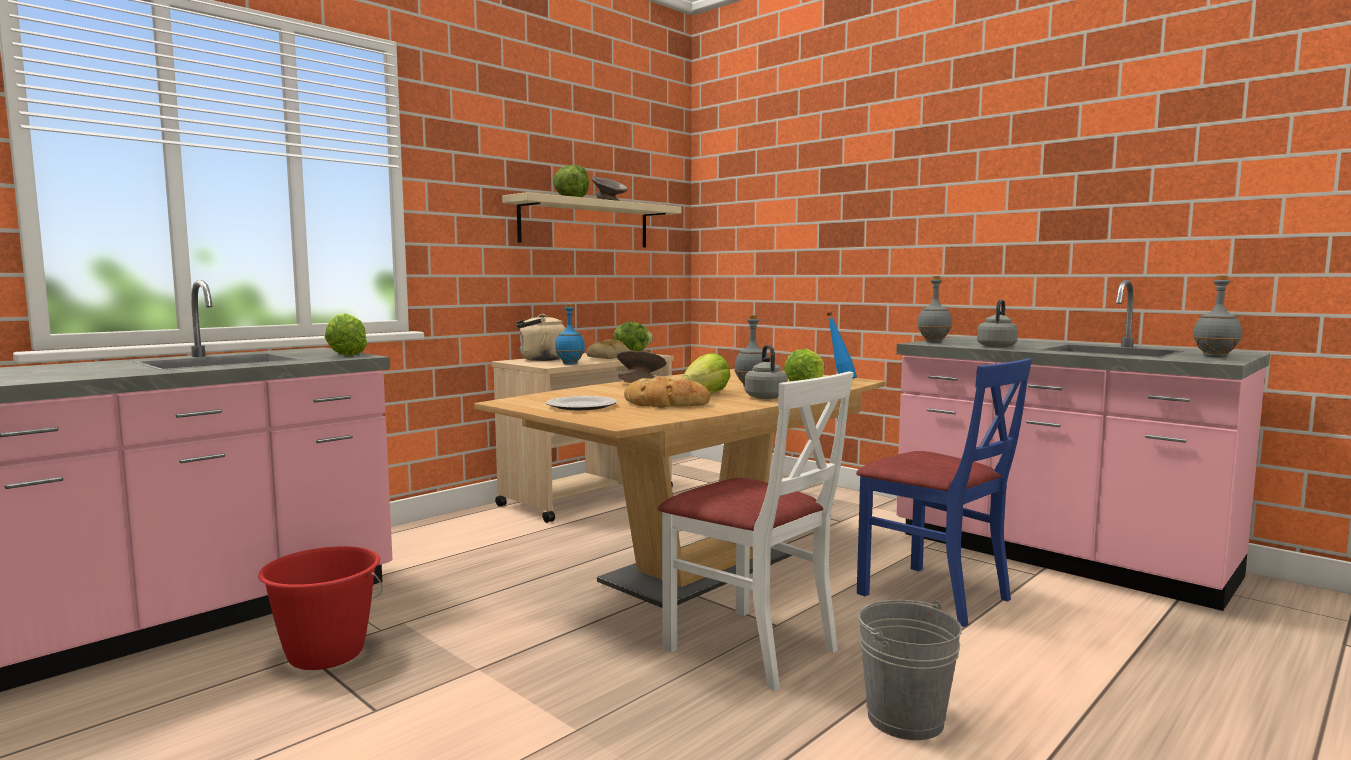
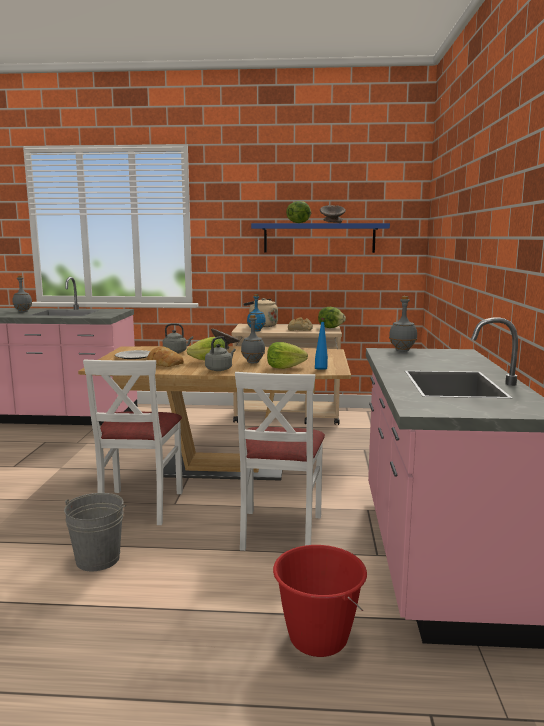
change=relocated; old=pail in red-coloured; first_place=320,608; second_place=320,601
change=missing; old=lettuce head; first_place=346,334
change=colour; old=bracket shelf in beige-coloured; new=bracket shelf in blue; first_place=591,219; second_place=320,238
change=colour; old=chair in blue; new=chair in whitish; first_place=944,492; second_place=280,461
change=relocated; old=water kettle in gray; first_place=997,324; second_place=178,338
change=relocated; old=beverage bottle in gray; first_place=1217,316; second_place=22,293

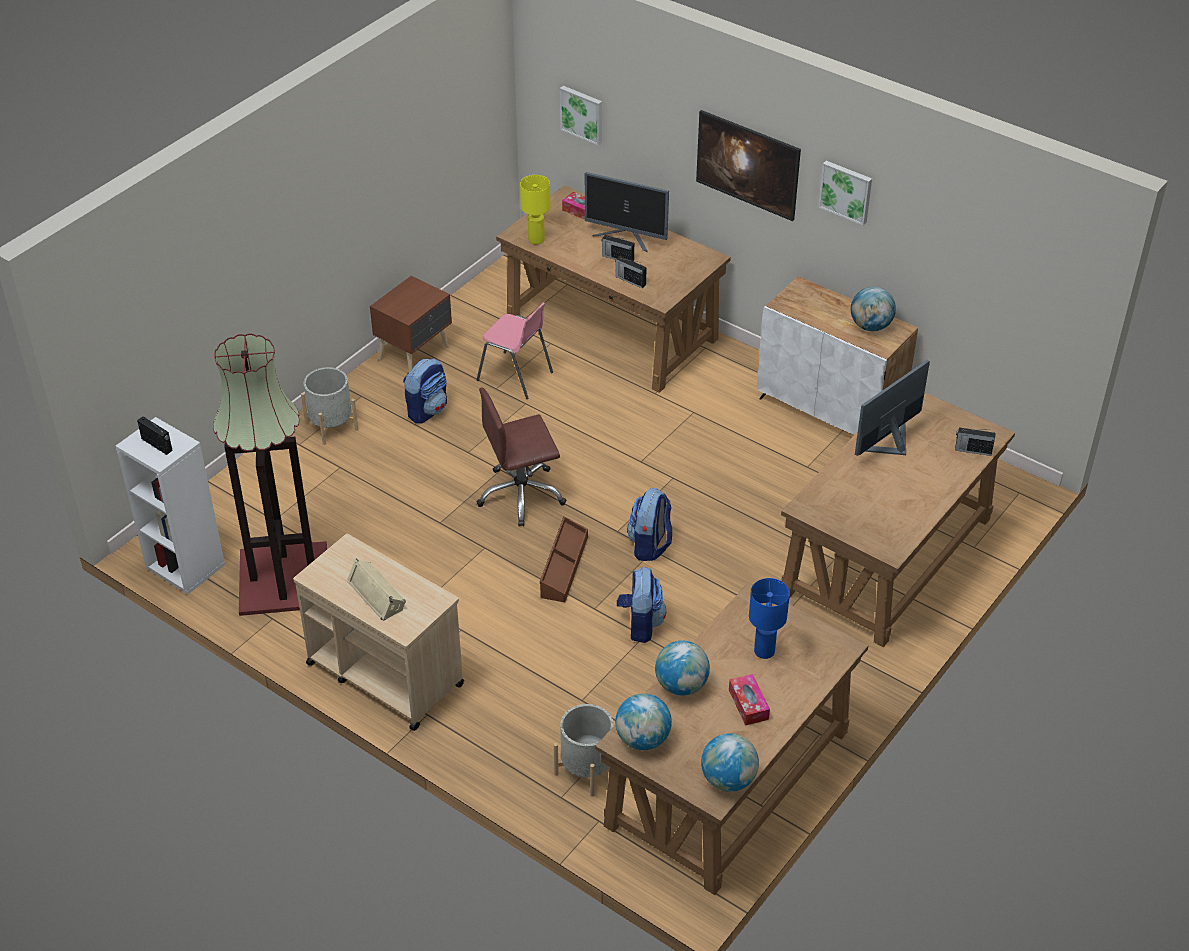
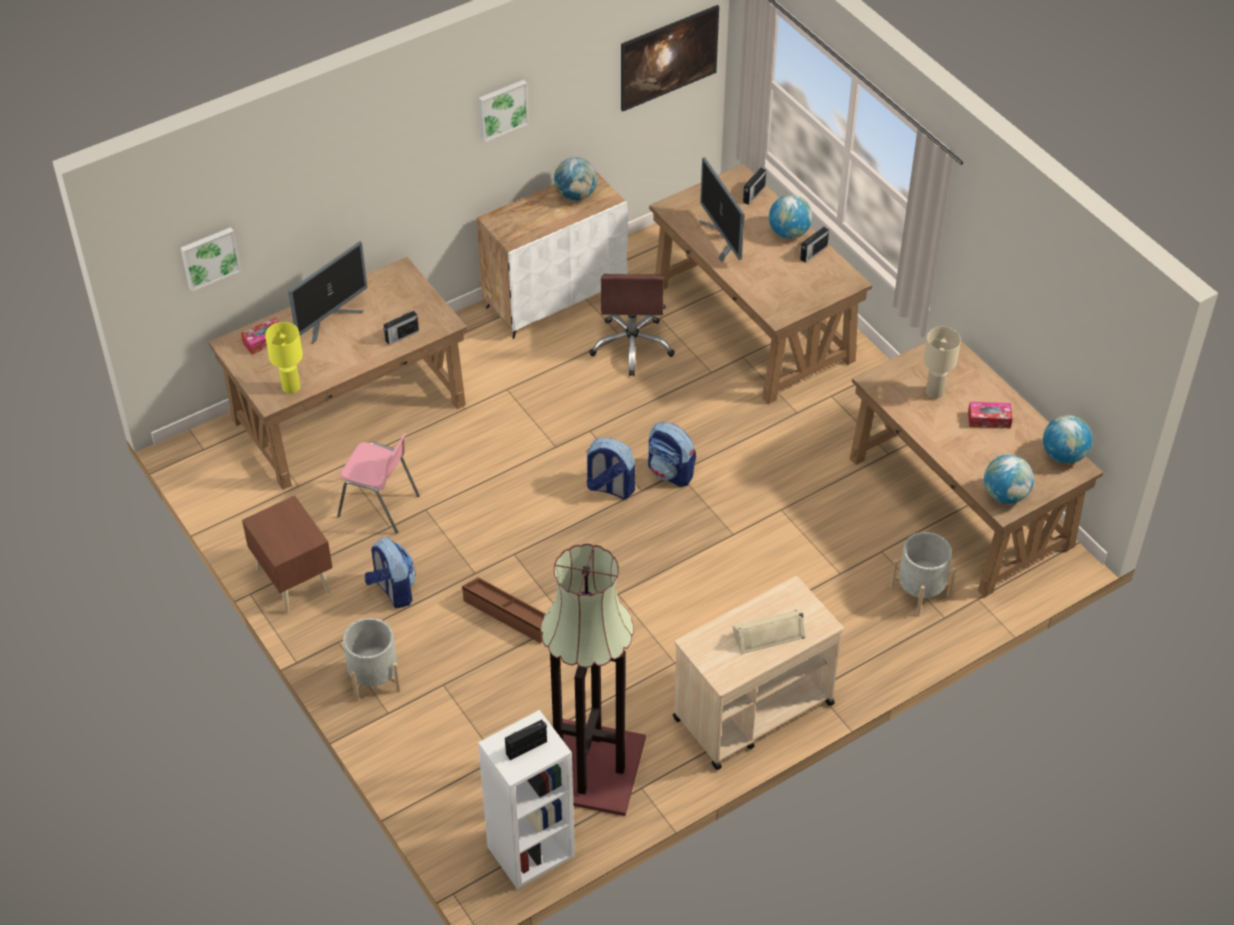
change=spun; old=chair in pink-coloured; first_place=514,350; second_place=378,483; degrees=60
change=relocated; old=computer chair in brown-coloured; first_place=521,457; second_place=632,325
change=relocated; old=storage bin in brown-coloured; first_place=564,559; second_place=503,610
change=relocated; old=radio set; first_place=618,248; second_place=814,244
change=relocated; old=backpack; first_place=641,605; second_place=610,468
change=relocated; old=desk globe; first_place=682,668; second_place=791,217
change=relocated; old=wall picture; first_place=748,165; second_place=670,58
change=colour; old=lamp for a table in blue; new=lamp for a table in beige-coloured; first_place=769,618; second_place=942,363

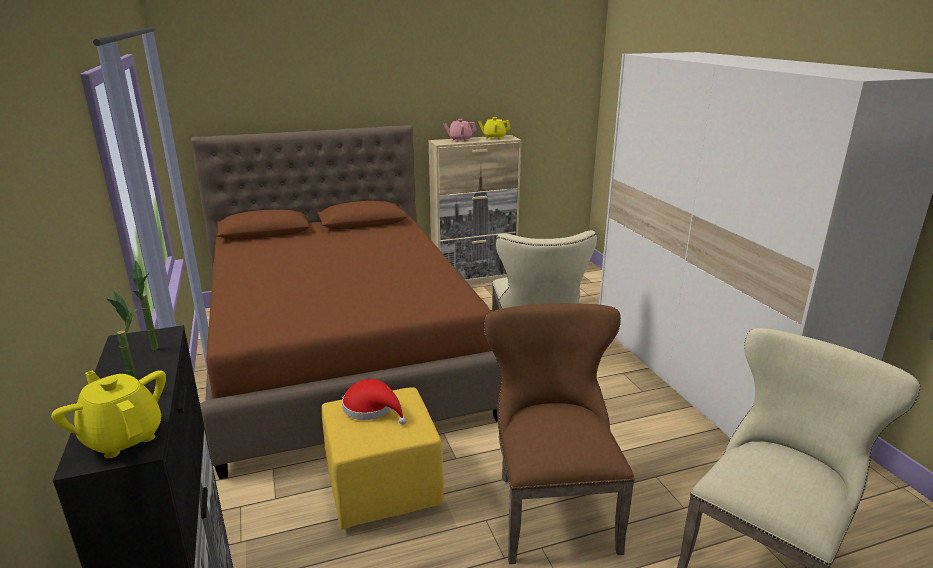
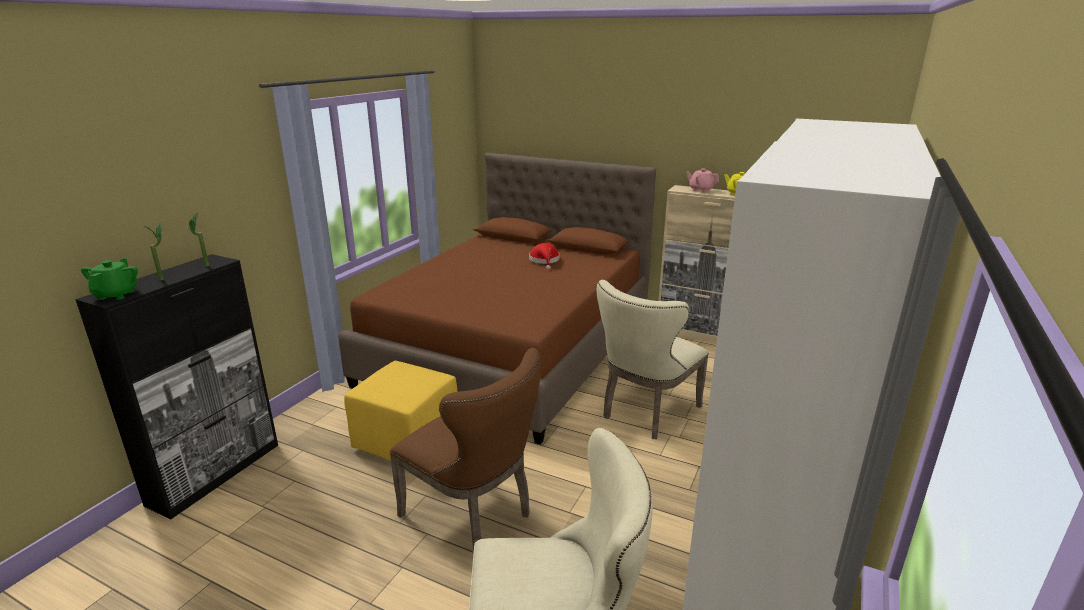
change=colour; old=teapot in yellowish; new=teapot in greenish; first_place=108,414; second_place=109,279
change=relocated; old=wearable hat in red-coloured; first_place=374,402; second_place=544,256
change=spun; old=chair in brown-coloured; first_place=559,433; second_place=465,450; degrees=90

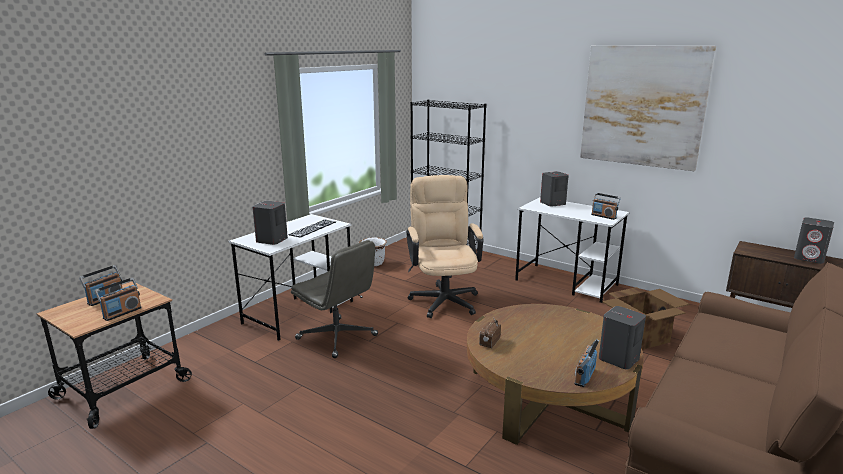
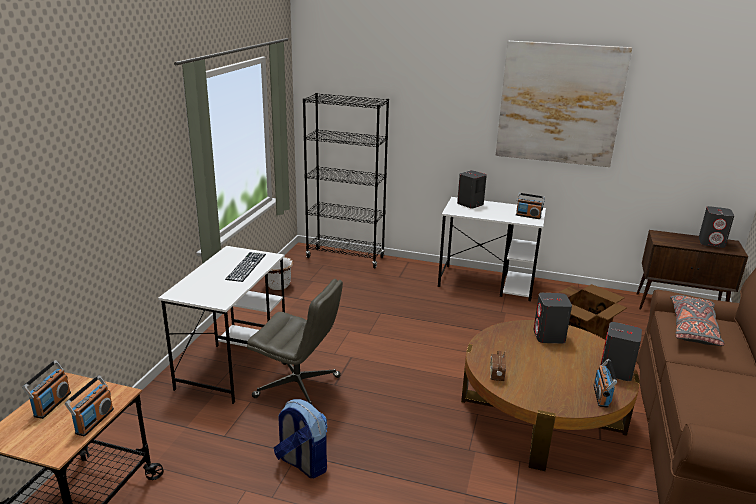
change=relocated; old=speaker in gray; first_place=270,223; second_place=552,318
change=missing; old=computer chair in beige-coloured; first_place=444,246
change=appeared; new=backpack; second_place=300,438
change=appeared; new=cushion in gray; second_place=697,320

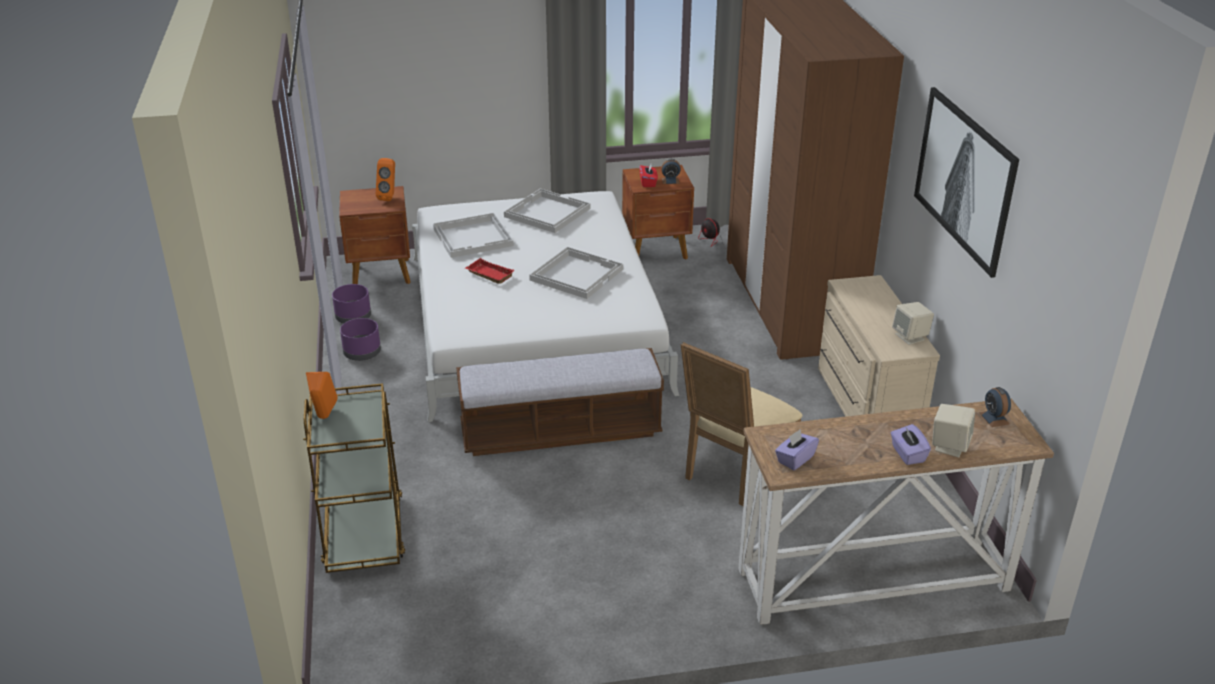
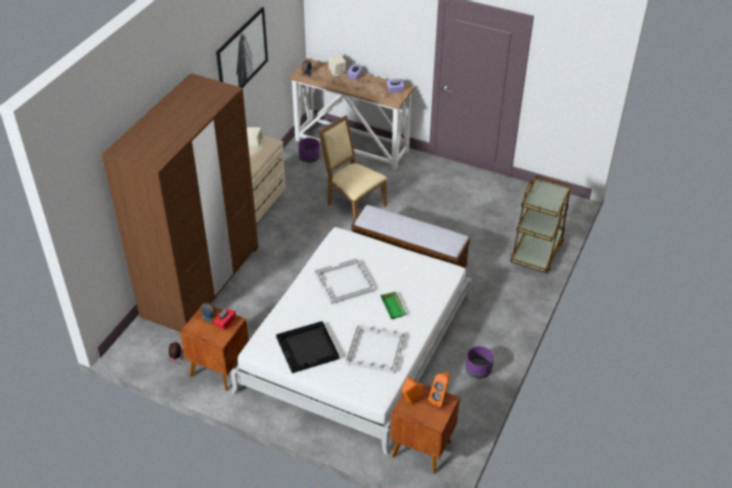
change=relocated; old=speaker in orangey; first_place=322,395; second_place=439,389
change=relocated; old=flower pot in purplish; first_place=351,303; second_place=309,150
change=colour; old=carrying tray in red-coloured; new=carrying tray in greenish; first_place=489,271; second_place=393,306
change=colour; old=carrying tray in whitish; new=carrying tray in blackish; first_place=547,210; second_place=308,347
change=spun; old=chair in beige-coloured; first_place=741,424; second_place=353,168; degrees=-120

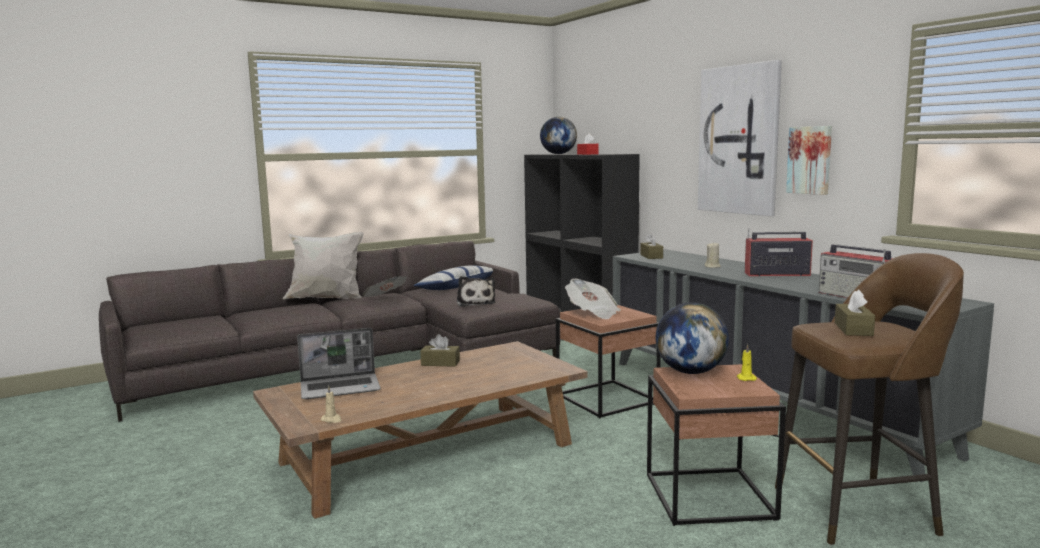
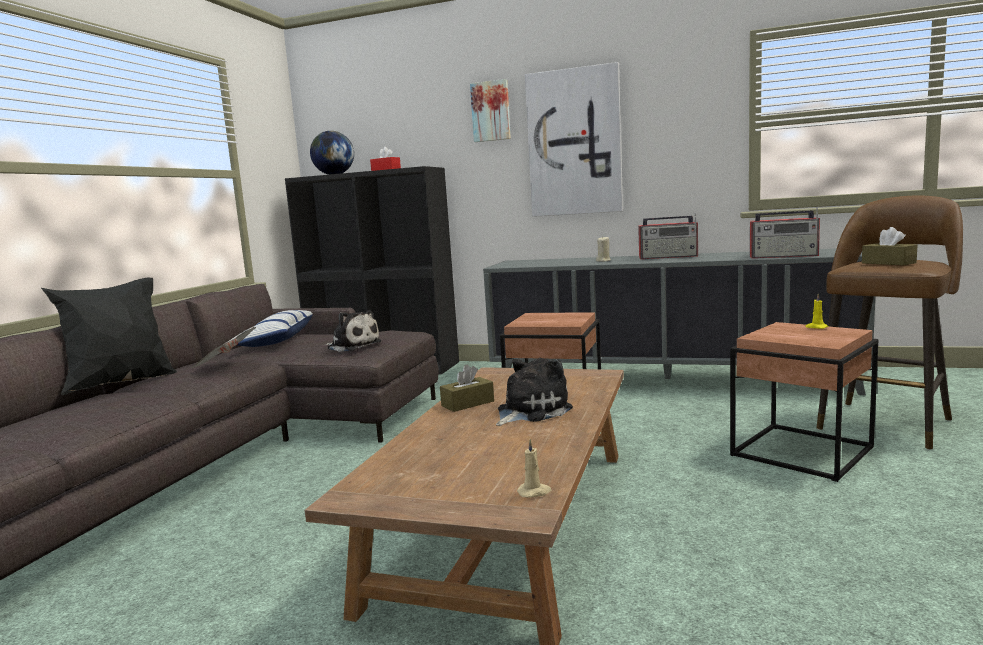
change=colour; old=cushion in whitish; new=cushion in blackish; first_place=323,265; second_place=109,336
change=missing; old=notebook computer; first_place=339,363
change=missing; old=printed paper; first_place=592,299
change=missing; old=tissue holder in brown-coloured; first_place=651,246
change=missing; old=desk globe; first_place=692,338
change=spun; old=radio set; first_place=779,252; second_place=668,236; degrees=-135
change=relocated; old=wall picture; first_place=809,160; second_place=490,110
change=appeared; new=soft toy; second_place=534,392

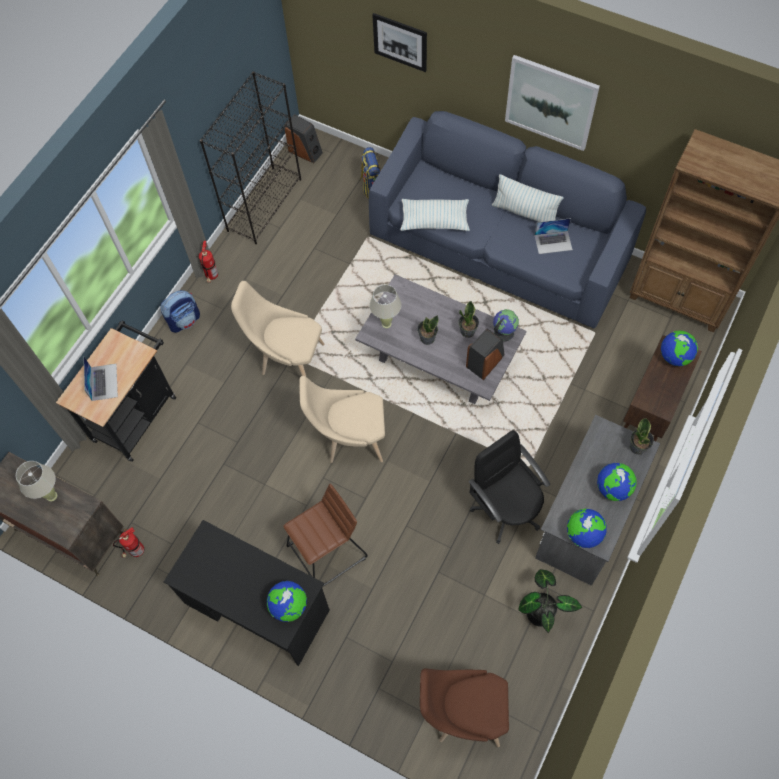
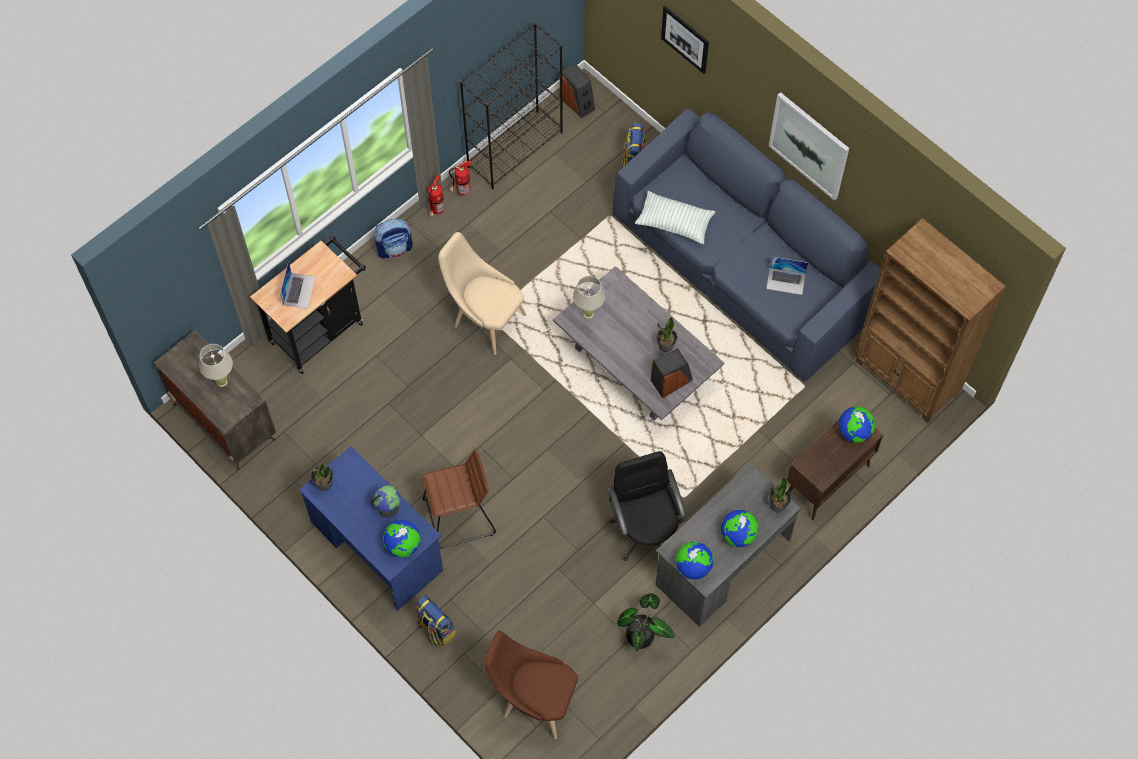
change=relocated; old=extinguisher; first_place=128,542; second_place=460,178
change=colour; old=desk unit in blackish; new=desk unit in blue; first_place=247,593; second_place=371,528
change=missing; old=chair in beige-coloured; first_place=342,419
change=relocated; old=plant in a pot; first_place=428,330; second_place=322,477
change=missing; old=cushion; first_place=528,198
change=relocated; old=desk globe; first_place=506,325; second_place=385,501
change=appeared; new=backpack; second_place=436,621

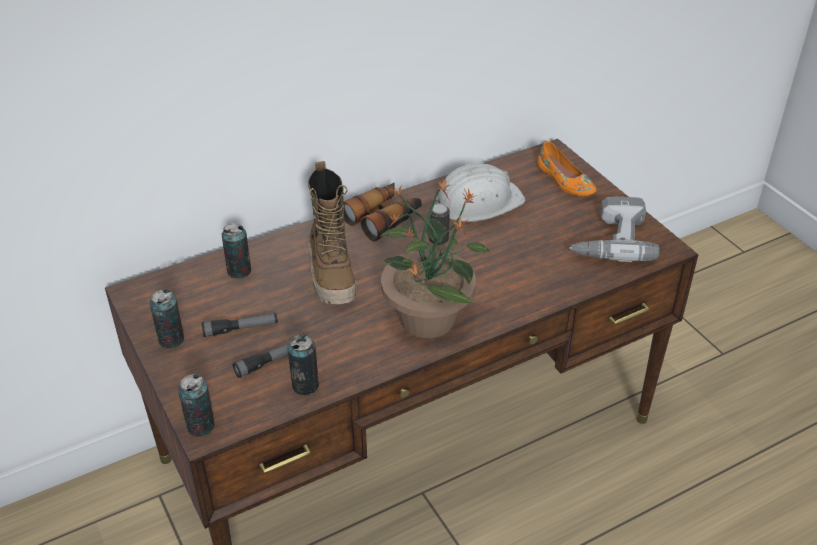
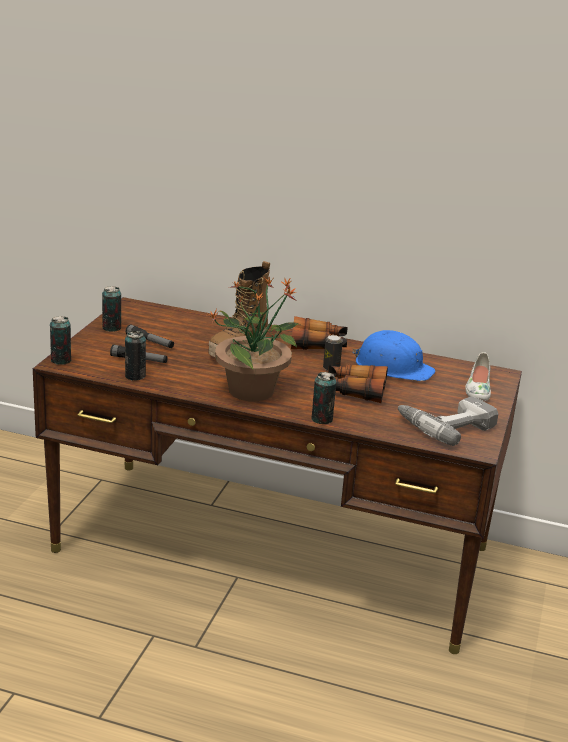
change=relocated; old=metal can; first_place=236,251; second_place=323,398
change=colour; old=hard hat in whitish; new=hard hat in blue; first_place=480,192; second_place=394,355
change=colour; old=item of footwear in orangey; new=item of footwear in whitish; first_place=567,168; second_place=478,376
change=appeared; new=field glasses; second_place=358,383

